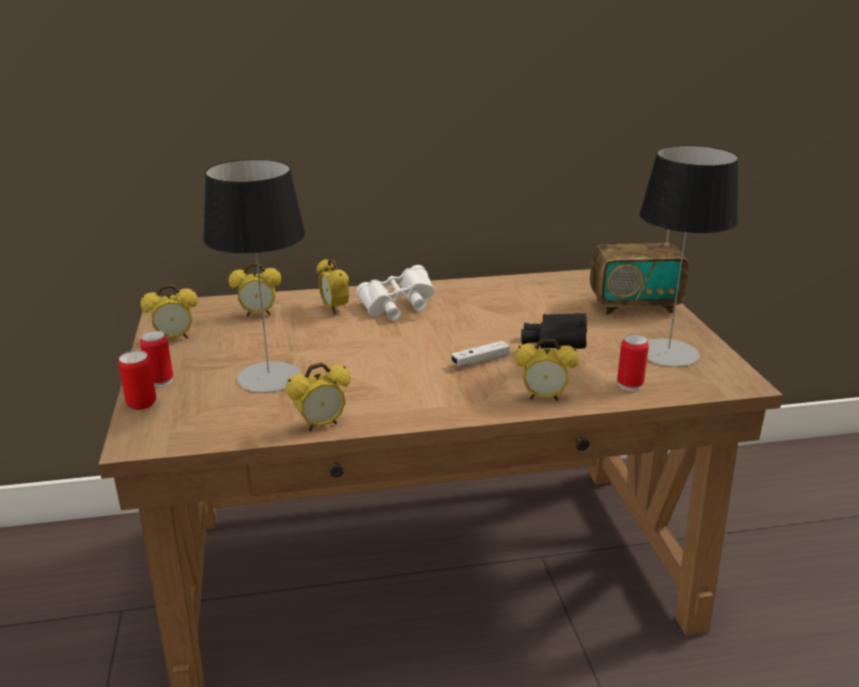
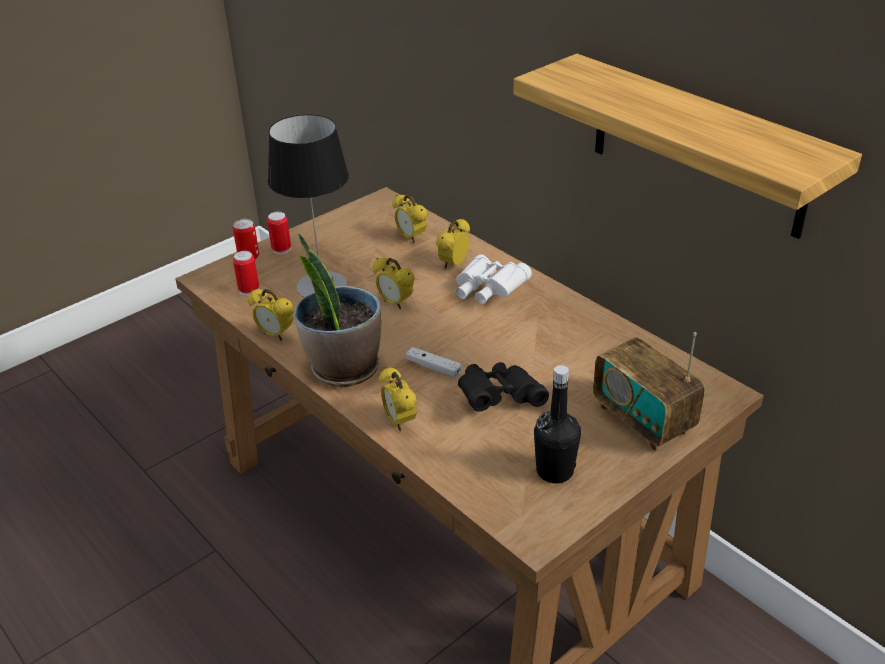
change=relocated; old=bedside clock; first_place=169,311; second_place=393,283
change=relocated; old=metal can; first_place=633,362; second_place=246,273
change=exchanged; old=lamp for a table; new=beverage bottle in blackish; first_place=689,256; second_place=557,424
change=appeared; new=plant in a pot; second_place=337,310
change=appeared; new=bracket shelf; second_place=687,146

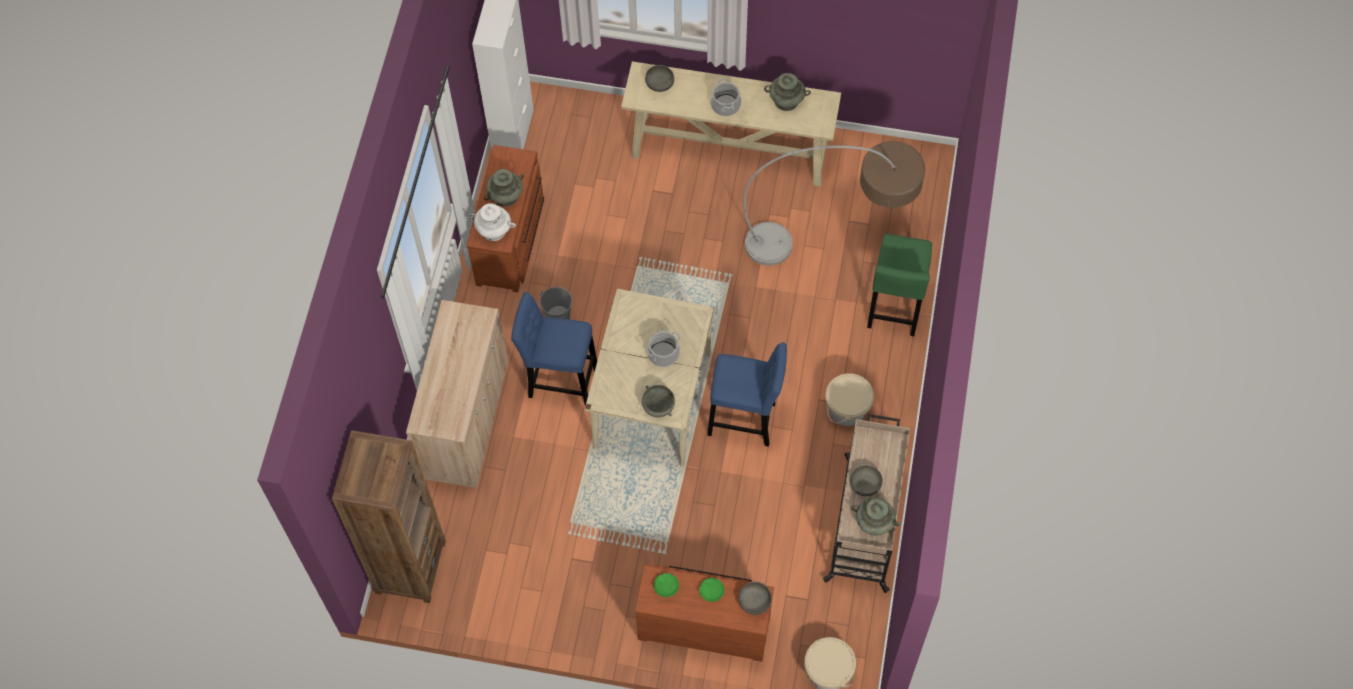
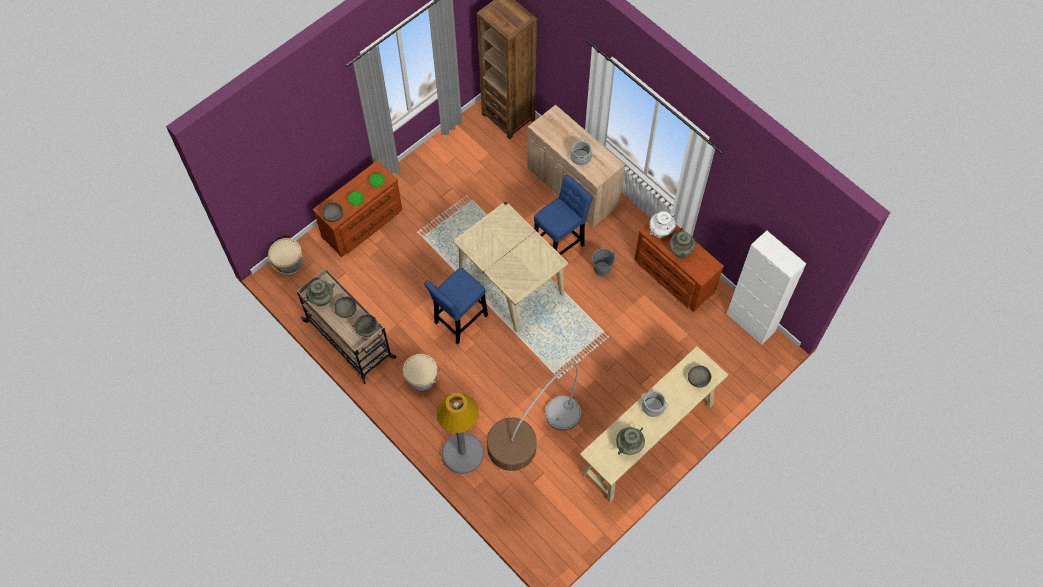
change=relocated; old=bowl in gray; first_place=658,401; second_place=366,325
change=relocated; old=saucepot; first_place=663,349; second_place=581,151
change=exchanged; old=stool seat in greenish; new=standard lamp in gray; first_place=899,285; second_place=460,433

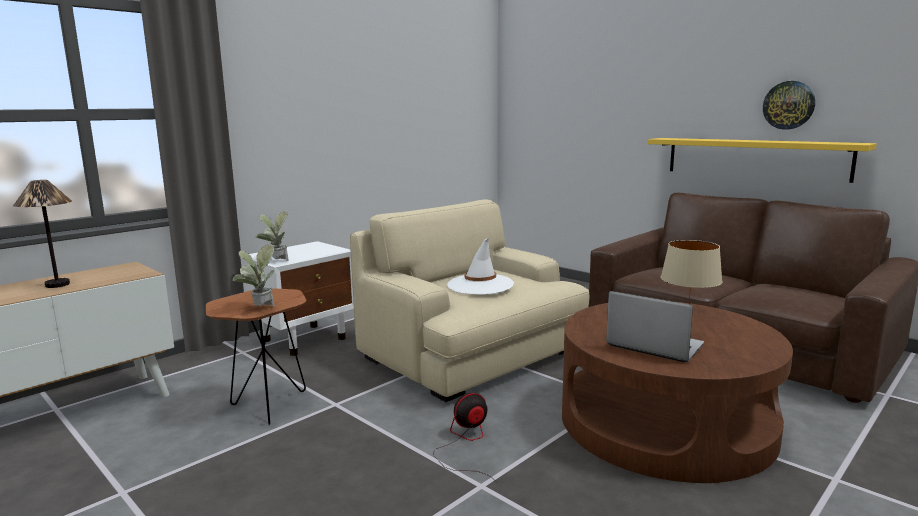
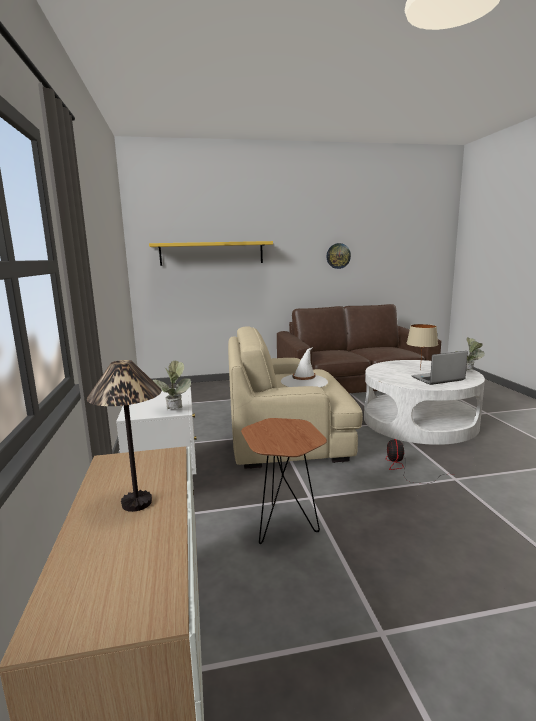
change=relocated; old=plant in a pot; first_place=254,276; second_place=470,353
change=colour; old=lounge table in brown-coloured; new=lounge table in whitish; first_place=677,392; second_place=424,402
change=relocated; old=bracket shelf in yellowish; first_place=762,160; second_place=211,253

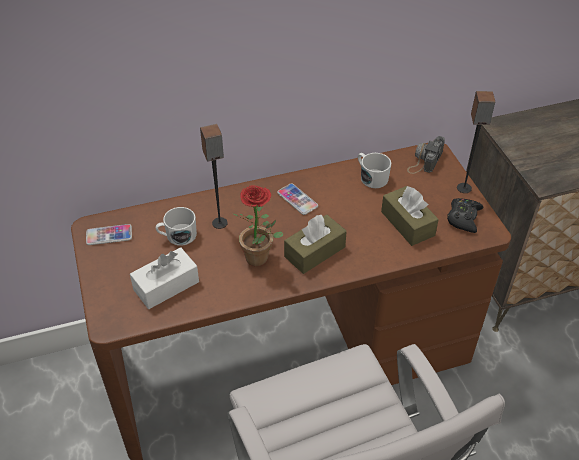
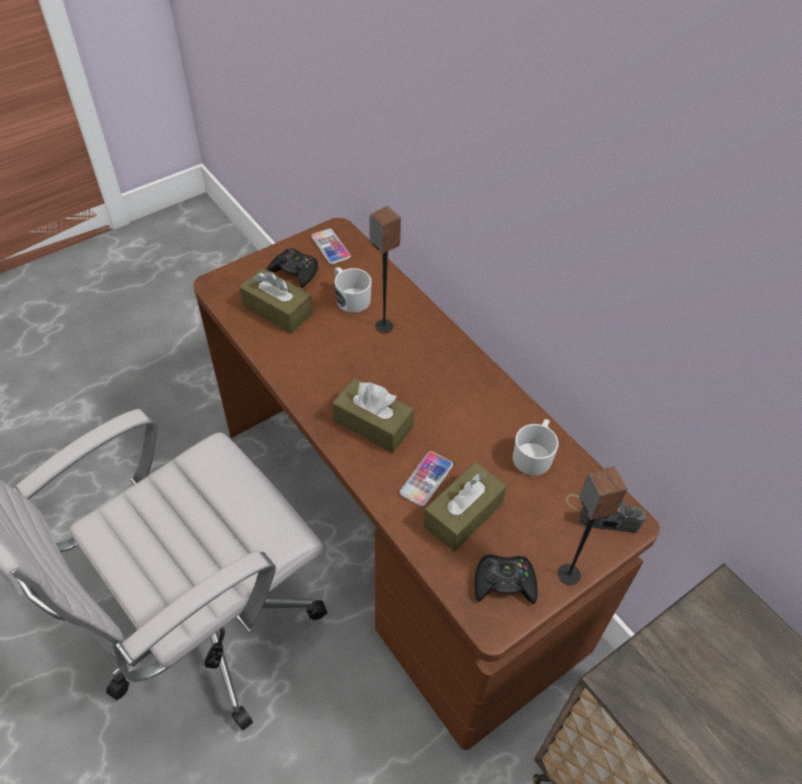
change=colour; old=tissue holder in whitish; new=tissue holder in brown-coloured; first_place=164,278; second_place=276,301
change=missing; old=plant in a pot; first_place=258,226
change=relocated; old=telephone; first_place=297,199; second_place=426,478
change=appeared; new=joypad in blackish; second_place=292,268

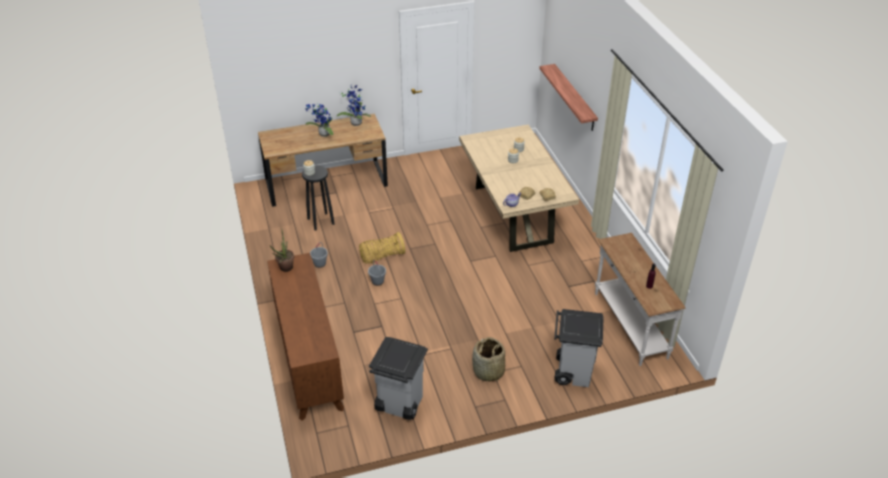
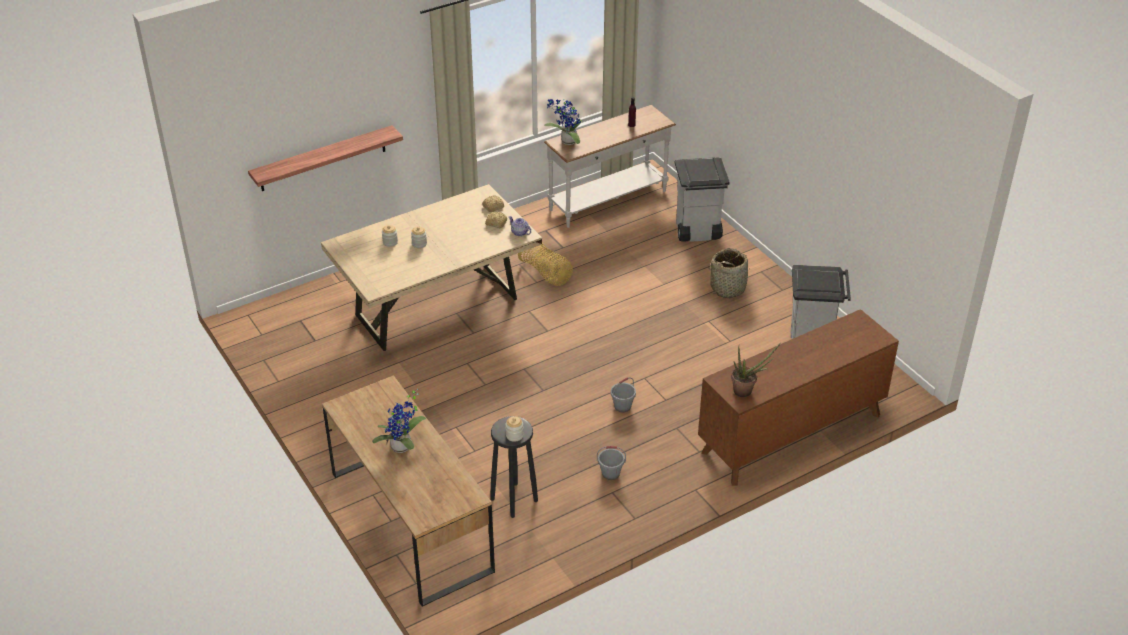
change=relocated; old=plant in a pot; first_place=354,105; second_place=563,122
change=relocated; old=storage basket; first_place=382,248; second_place=545,264

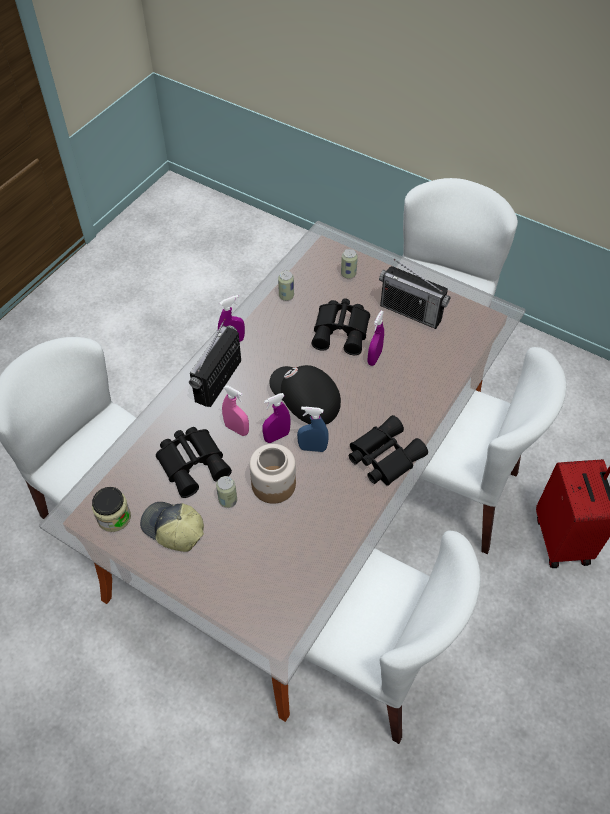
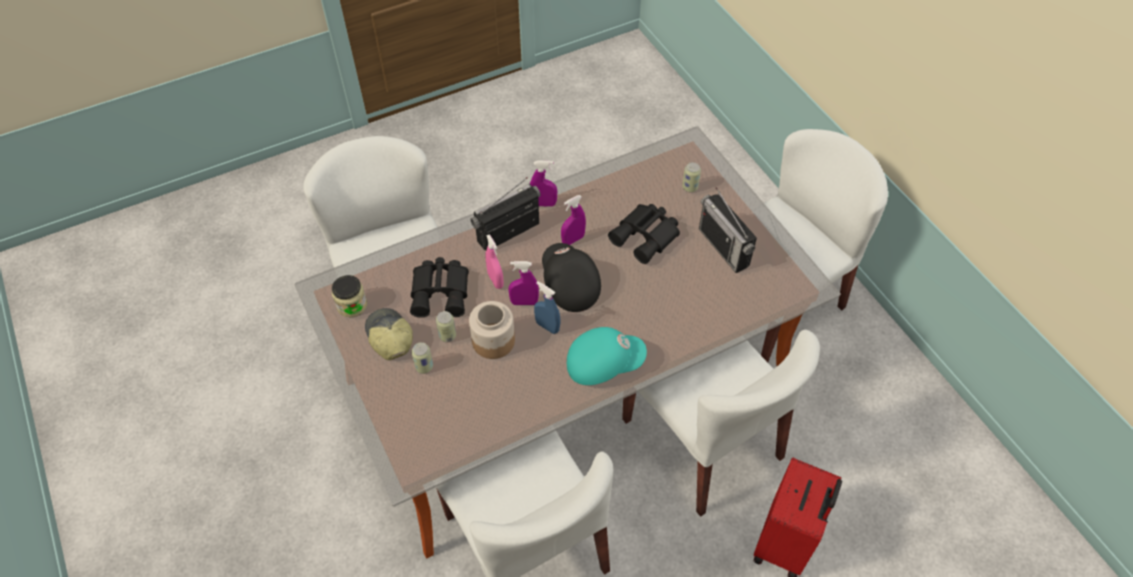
change=relocated; old=metal can; first_place=286,285; second_place=422,358
change=exchanged; old=field glasses in blackish; new=peaked cap in turquoise; first_place=388,450; second_place=607,356
change=relocated; old=spray bottle in purplish; first_place=375,338; second_place=573,220

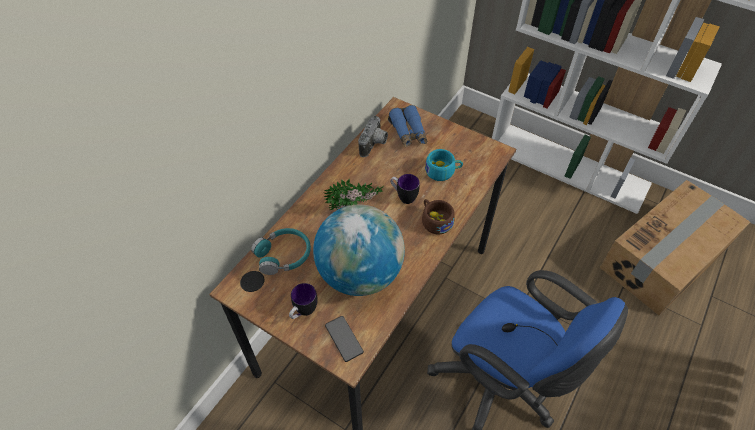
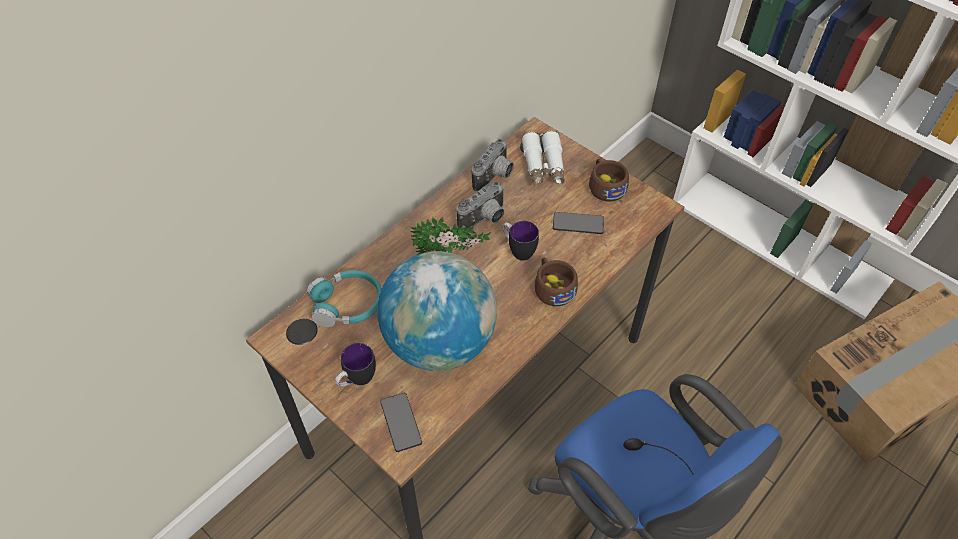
change=colour; old=field glasses in blue; new=field glasses in whitish; first_place=408,126; second_place=543,158
change=exchanged; old=drinking cup in turquoise; new=telephone; first_place=444,165; second_place=578,223
change=appeared; new=photo camera; second_place=481,206
change=appeared; new=drinking cup in brown-coloured; second_place=609,180

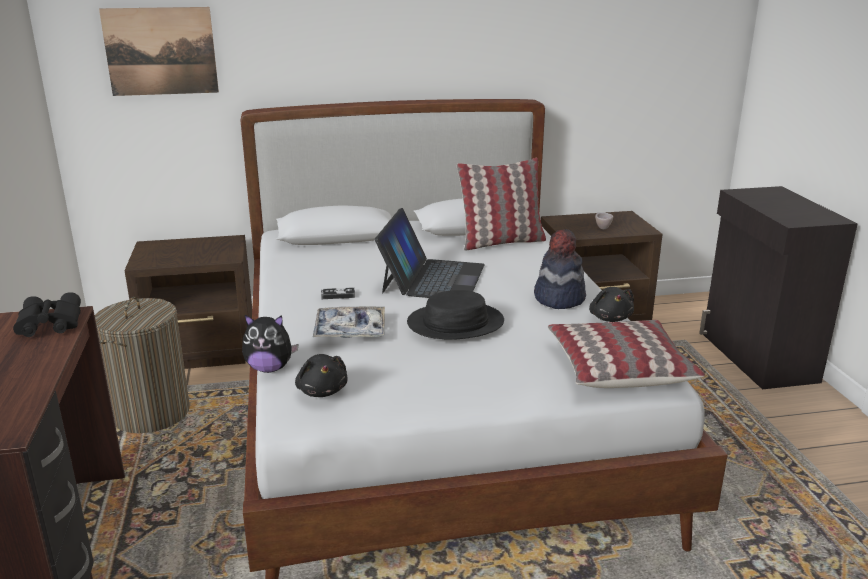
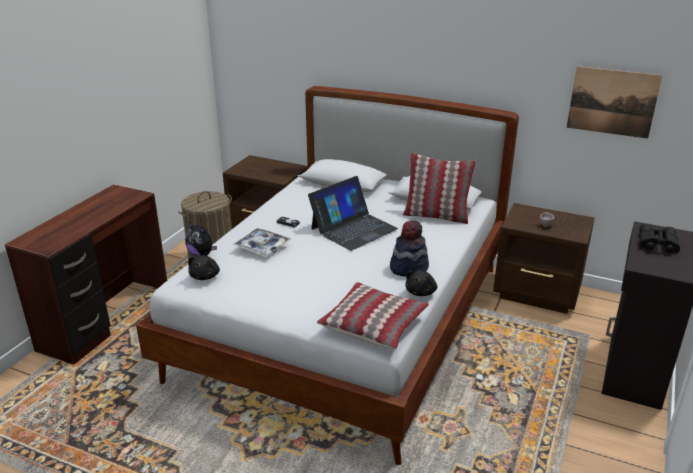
change=relocated; old=field glasses in blackish; first_place=47,314; second_place=659,238
change=relocated; old=wall picture; first_place=159,51; second_place=614,102
change=missing; old=wearable hat in blackish; first_place=455,315

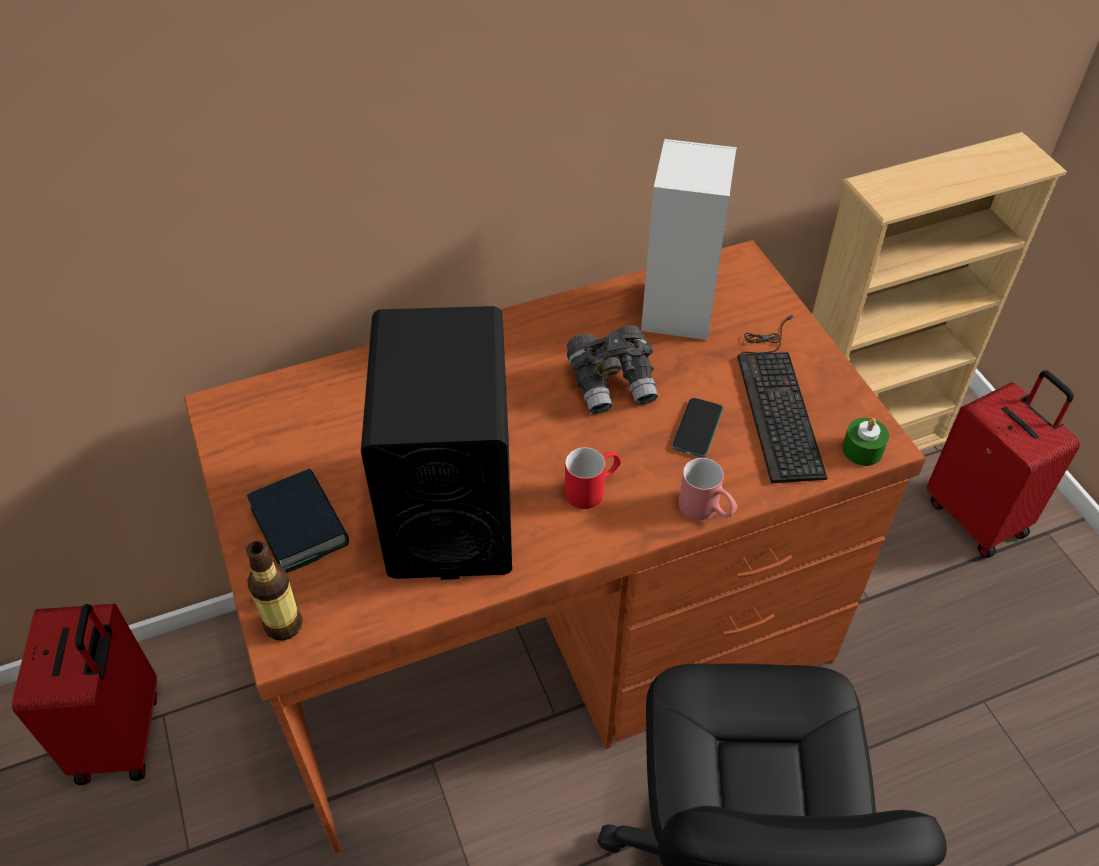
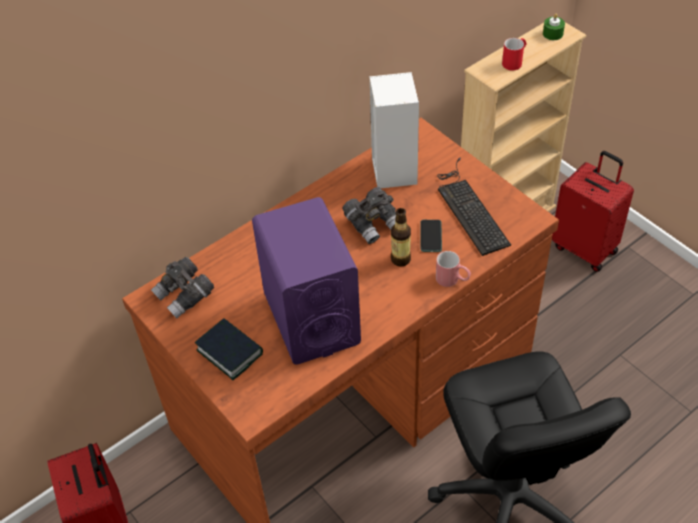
change=relocated; old=beverage bottle; first_place=274,591; second_place=401,237
change=colour; old=speaker in blackish; new=speaker in purplish; first_place=436,443; second_place=306,280
change=relocated; old=tea mug in red-coloured; first_place=593,478; second_place=514,54
change=relocated; old=candle in greenish; first_place=865,442; second_place=554,27
change=appeared; new=field glasses in gray; second_place=182,287

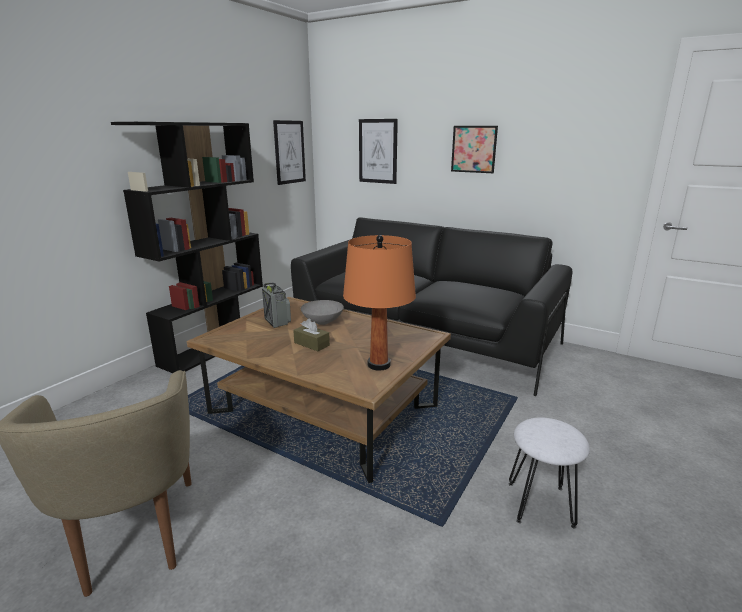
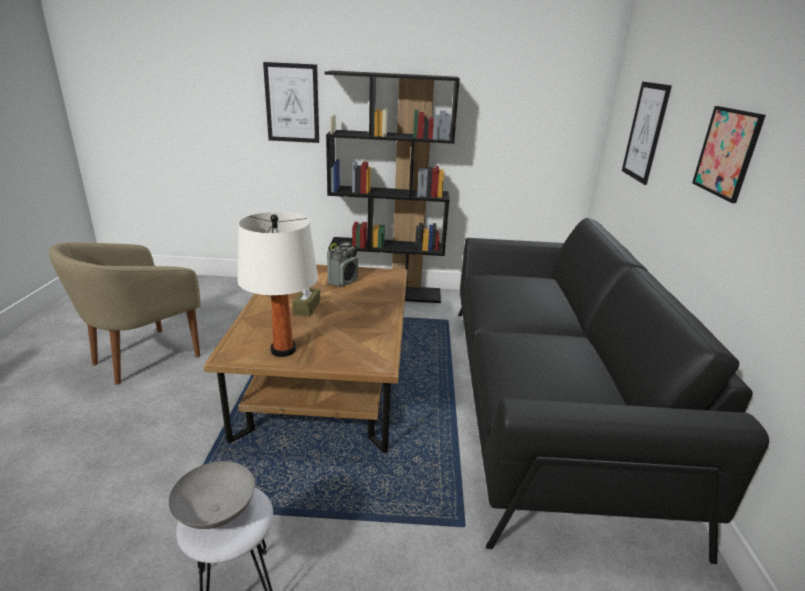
change=relocated; old=wall picture; first_place=289,152; second_place=291,102
change=relocated; old=bowl in gray; first_place=322,312; second_place=212,495
change=colour; old=lamp for a table in orangey; new=lamp for a table in whitish; first_place=379,303; second_place=277,284

